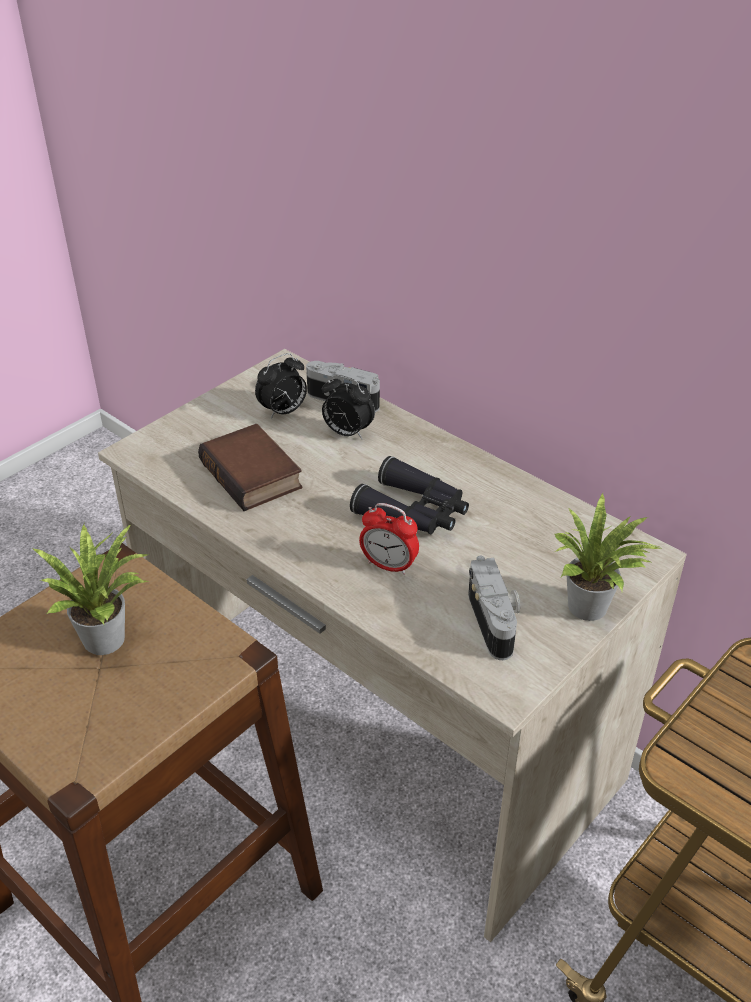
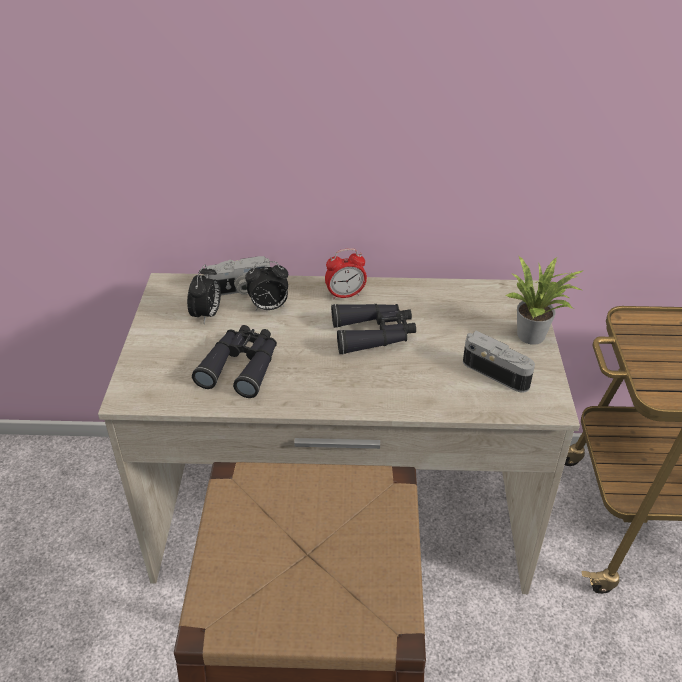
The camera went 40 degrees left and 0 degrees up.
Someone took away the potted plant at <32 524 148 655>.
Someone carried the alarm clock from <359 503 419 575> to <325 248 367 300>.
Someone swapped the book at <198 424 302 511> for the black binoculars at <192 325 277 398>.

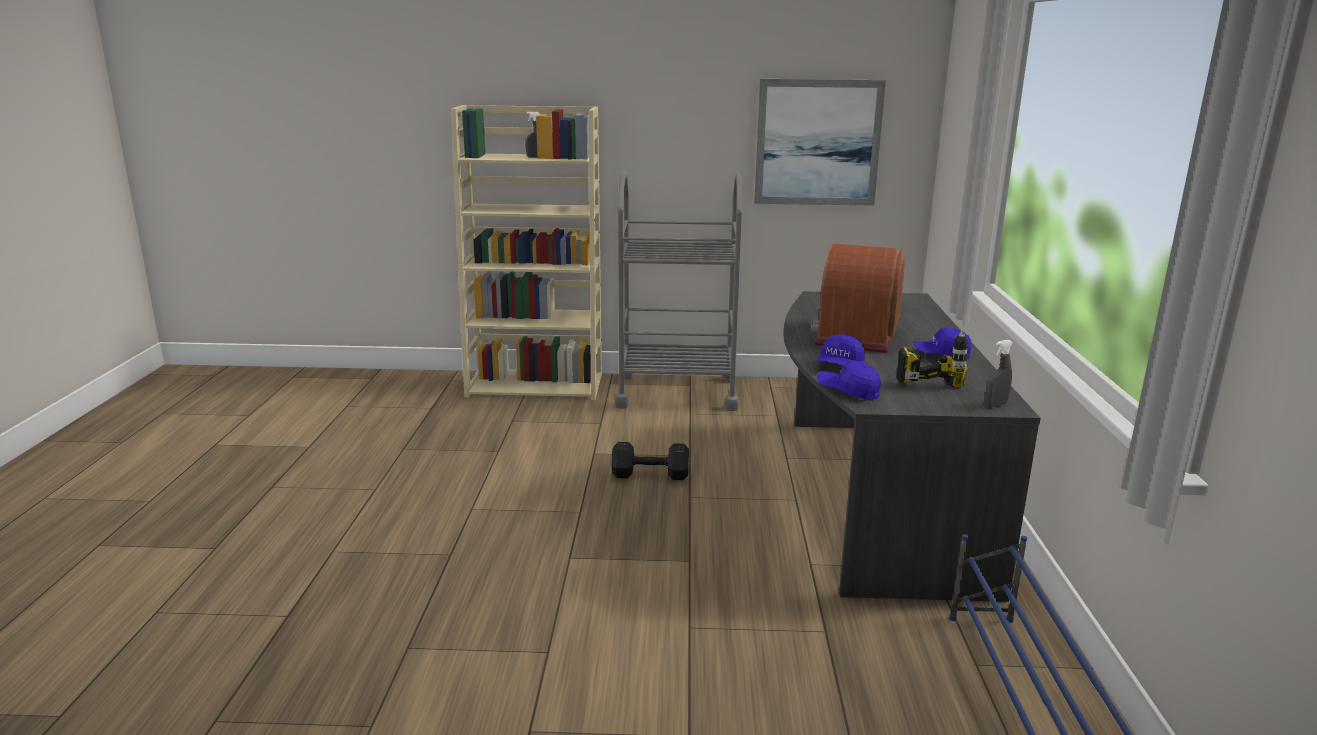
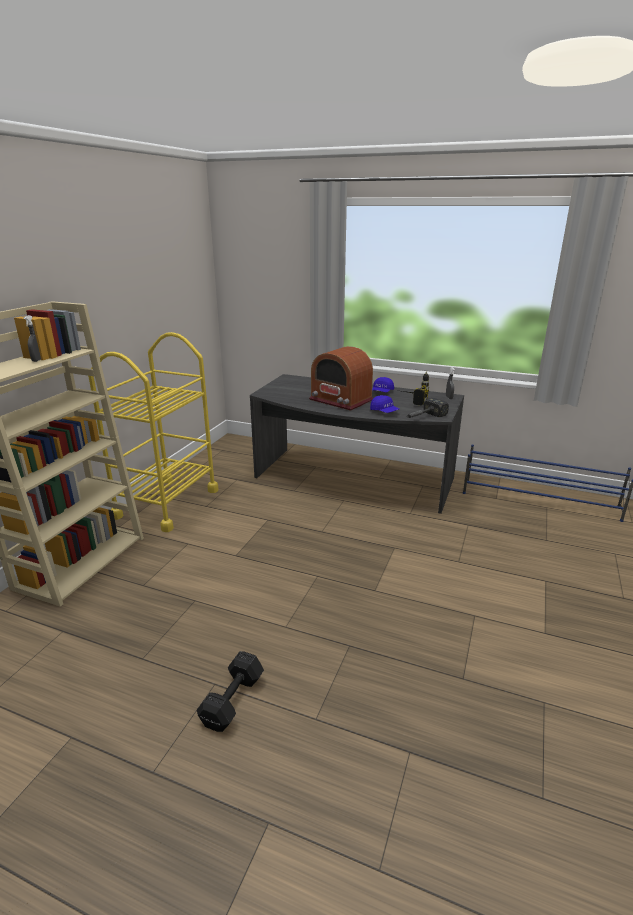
The camera went 70 degrees left and 5 degrees up.
Someone took away the picture at <754 79 886 206>.
Someone carried the black dumbbell from <612 442 689 480> to <197 651 264 732>.
Someone swapped the blue cap at <817 361 881 400> for the hammer at <407 398 449 418>.
Someone repainted the grey cart at <614 172 742 411>, which became the yellow cart at <88 332 219 532>.

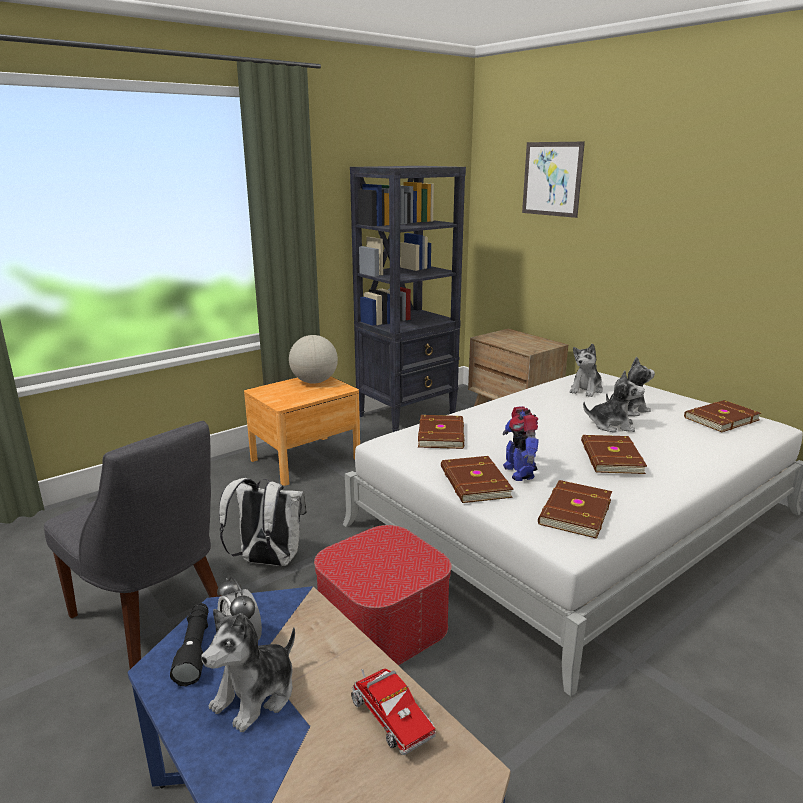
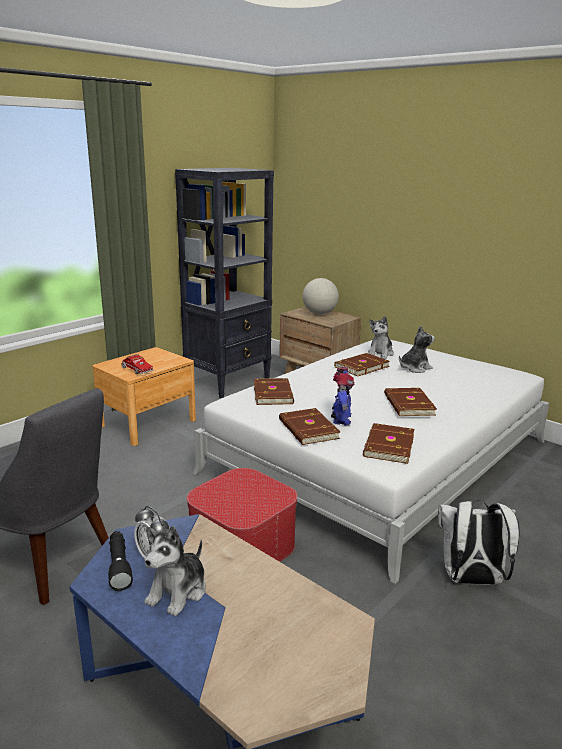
The camera went 10 degrees left and 0 degrees up.
Someone took away the picture at <522 142 585 218>.
Someone took away the plush toy at <583 371 645 433>.
Someone carried the white backpack from <219 478 307 566> to <438 500 520 585>.
Someone carried the globe from <289 335 338 384> to <303 278 339 315>.
Someone carried the toy truck from <351 669 436 755> to <121 354 153 374>.
Someone carried the brown book from <684 400 761 432> to <334 353 390 376>.
Someone rotated the toy robot at <503 406 539 481> by 150 degrees counterclockwise.

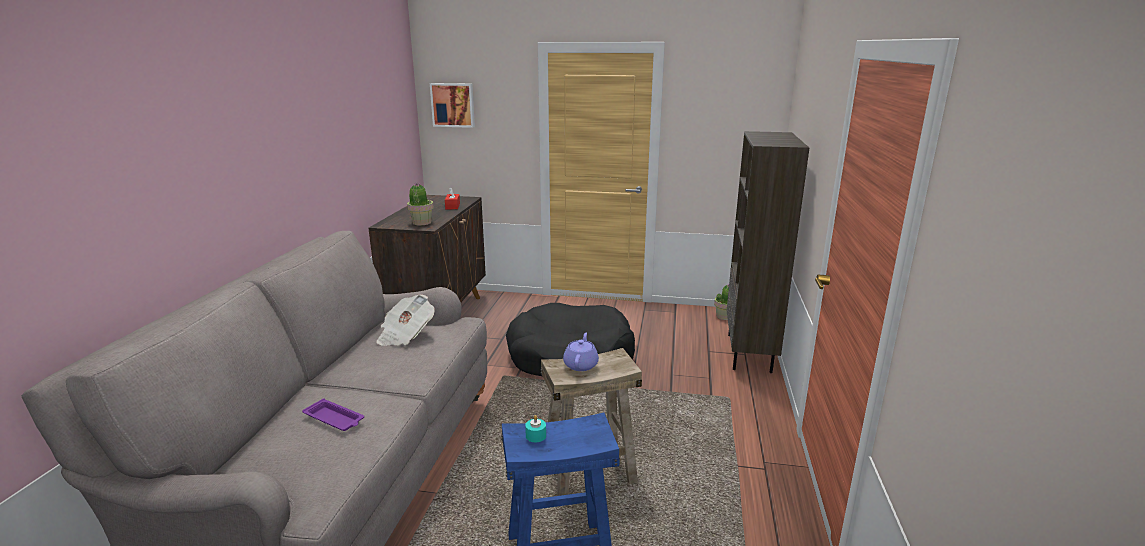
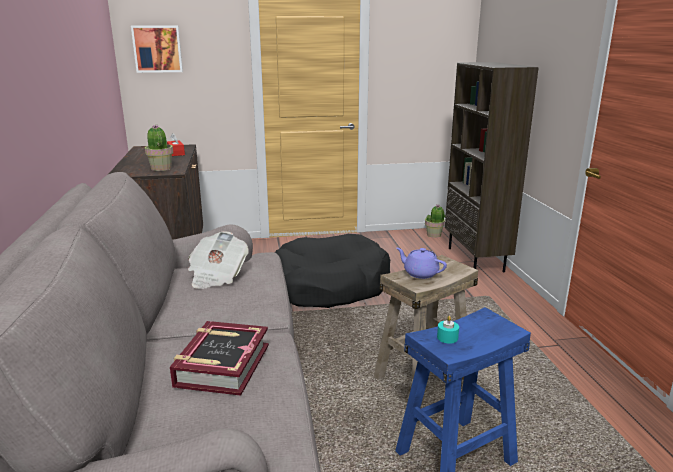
The camera went 20 degrees left and 0 degrees up.
Someone swapped the purple tray at <302 398 364 431> for the book at <170 321 269 396>.
Someone rotated the purple teapot at <563 333 599 371> by 45 degrees counterclockwise.

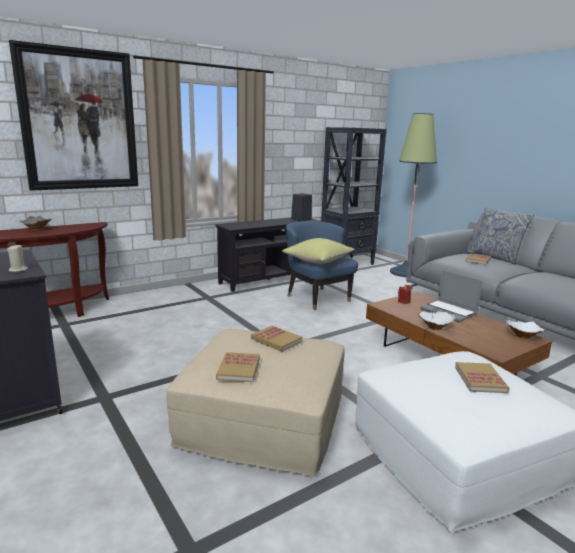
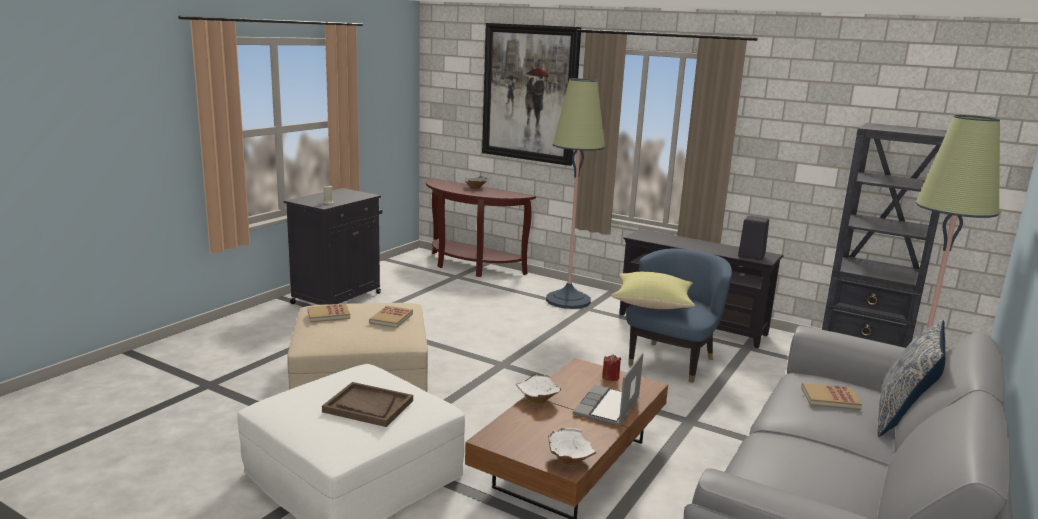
The camera went 65 degrees right and 0 degrees up.
Someone put down the floor lamp at <546 78 605 309>.
Someone swapped the book at <455 362 510 393> for the brown tray at <322 382 413 427>.

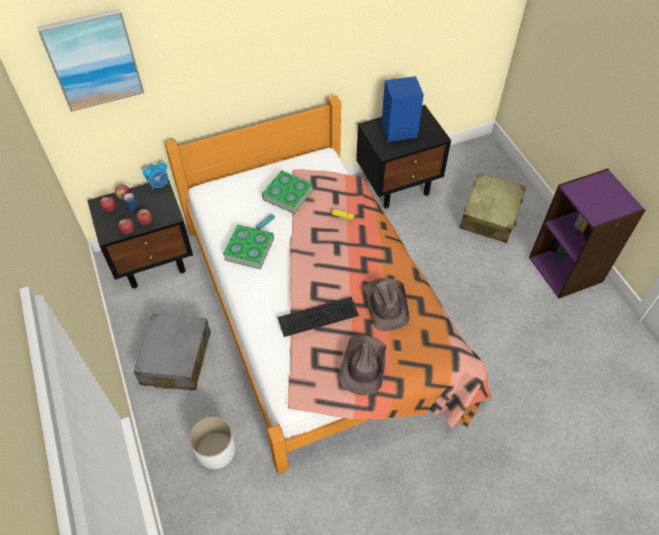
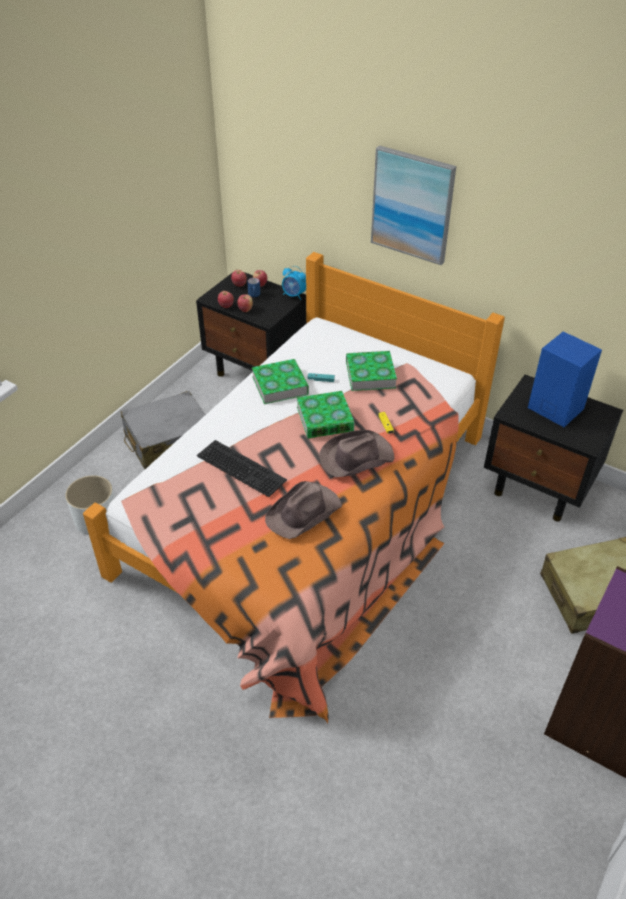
The camera went 55 degrees right and 10 degrees down.
Someone put down the book at <297 391 355 439>.
Someone carried the picture from <37 8 144 111> to <371 145 456 265>.
Someone carried the brown hat from <339 335 386 395> to <319 430 394 477>.

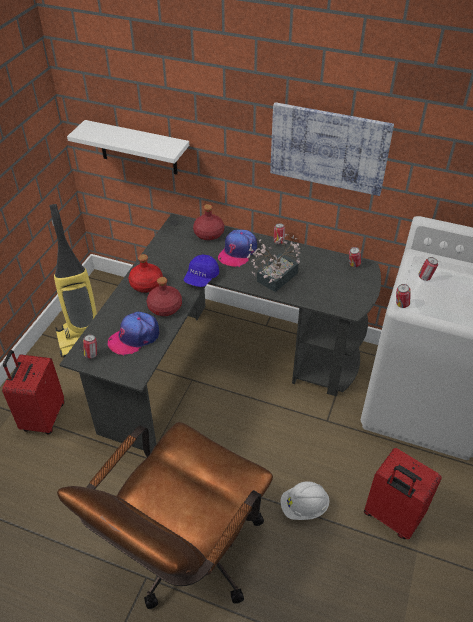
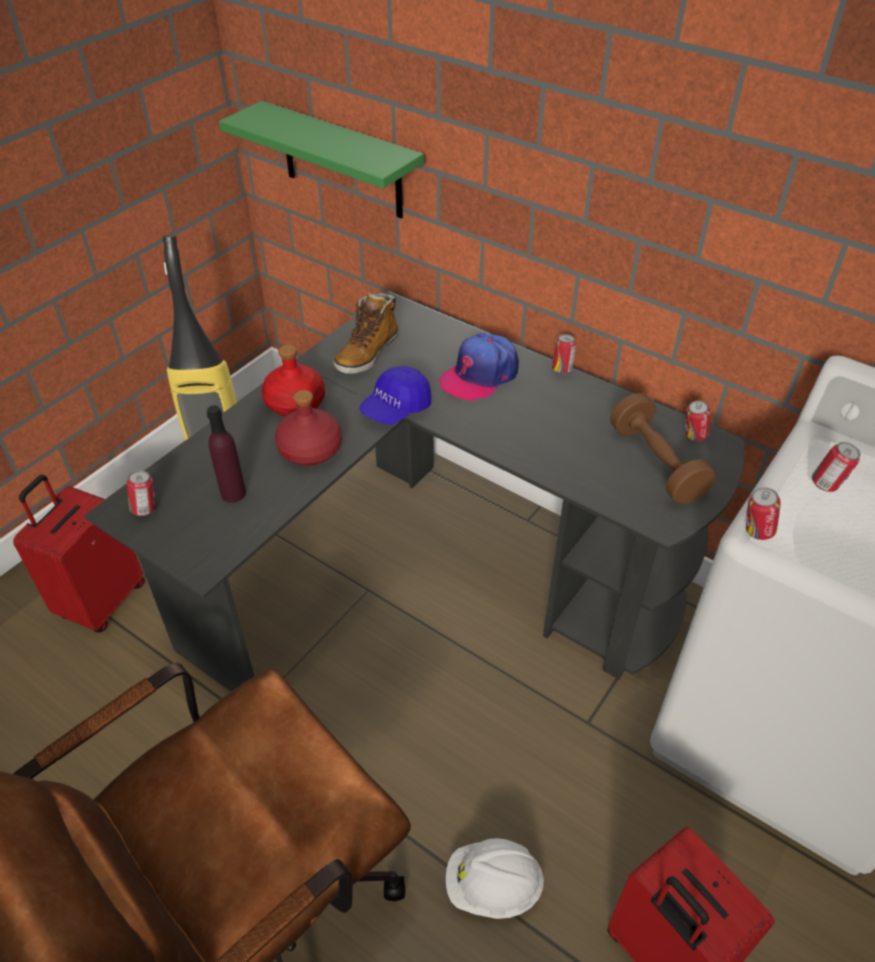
The camera went 15 degrees right and 0 degrees up.
Someone took away the red bottle at <193 204 224 240>.
Someone took away the potted plant at <247 234 300 292>.
Someone took away the picture at <270 102 394 196>.
Someone put down the boot at <334 293 398 374>.
Someone put down the brown dumbbell at <610 393 715 504>.
Someone swapped the cap at <107 312 159 356> for the purple bottle at <207 405 246 503>.
Someone repainted the white shelf at <67 120 189 175>, which became the green shelf at <219 101 424 219>.

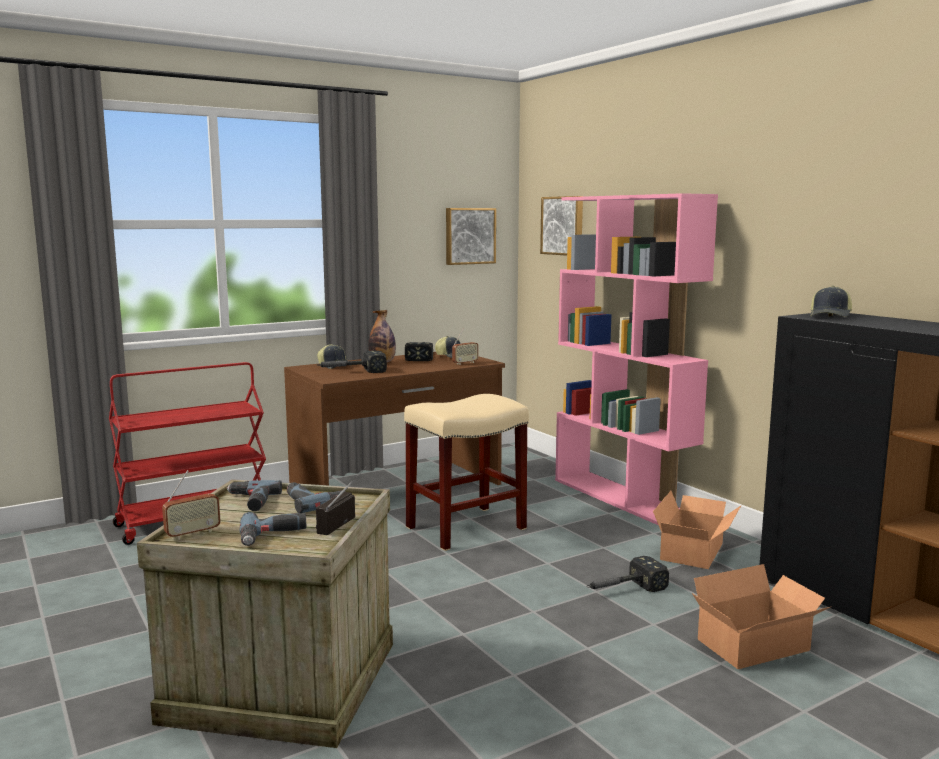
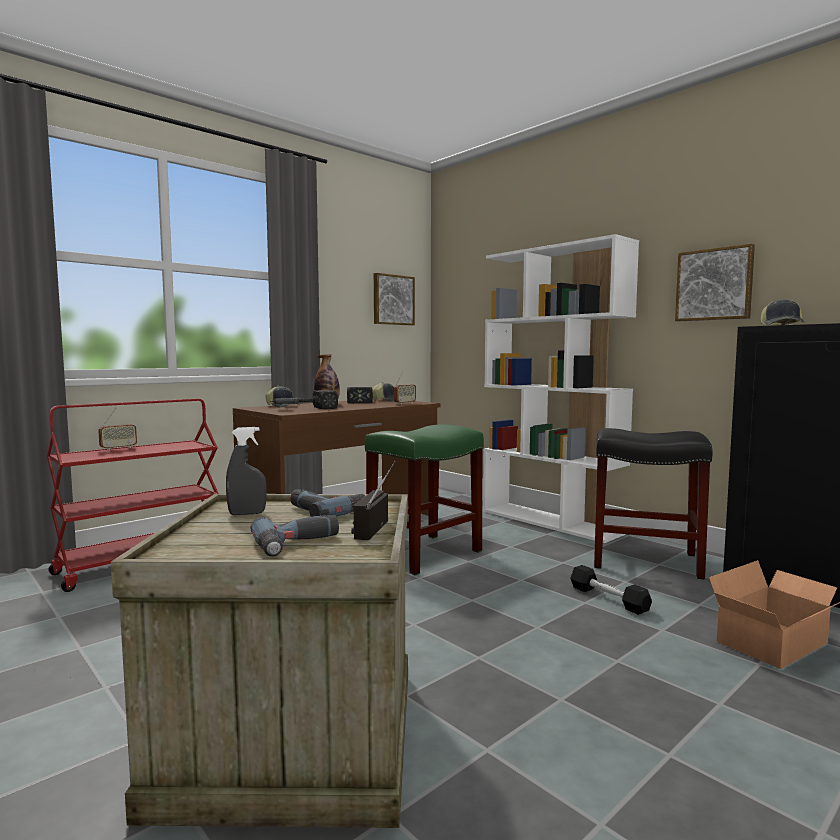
The camera went 10 degrees left and 5 degrees down.
Someone carried the radio from <162 470 221 539> to <98 408 137 450>.
Someone carried the picture from <540 196 583 256> to <675 244 755 321>.
Someone swapped the power drill at <227 480 282 511> for the grey spray bottle at <226 427 267 515>.
Someone swapped the hammer at <586 556 669 592> for the black dumbbell at <570 565 652 615>.
Someone swapped the cardboard box at <653 491 741 569> for the black stool at <594 428 712 579>.
Someone repainted the beige stool at <404 394 529 551>, which became the green stool at <365 424 484 575>.
Someone repainted the pink bookcase at <555 193 718 525>, which became the white bookcase at <483 234 639 543>.

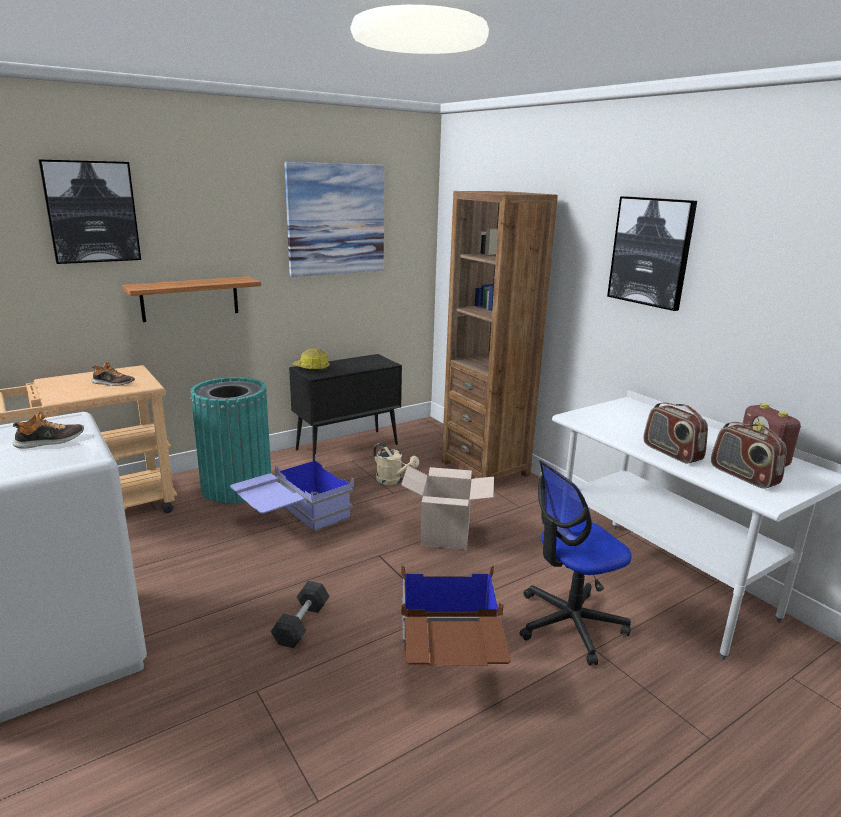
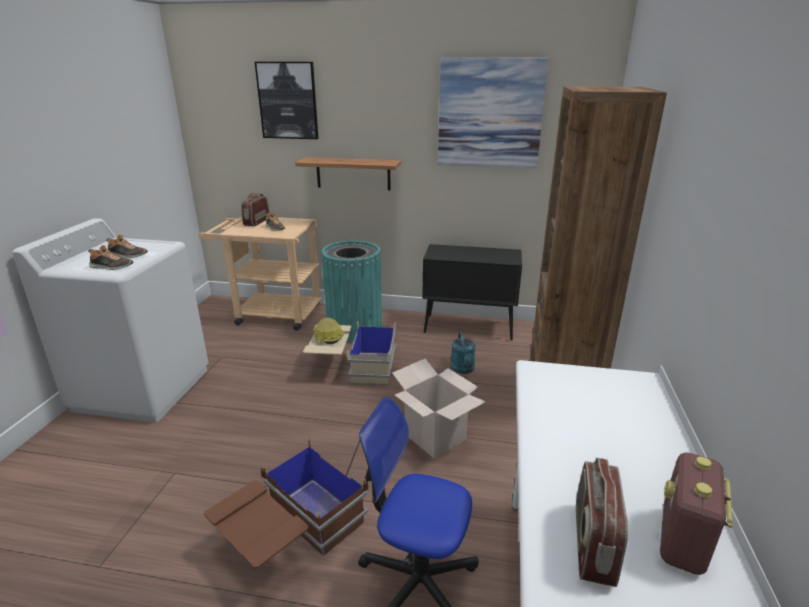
The camera went 45 degrees right and 5 degrees up.
Someone took away the grey dumbbell at <270 581 330 648>.
Someone took away the picture at <607 196 697 311>.
Someone put down the shoe at <88 245 133 270>.
Someone carried the hard hat from <292 348 330 371> to <314 318 344 344>.
Someone carried the radio from <644 402 708 464> to <241 193 270 226>.
Someone repainted the blue storage box at <230 454 354 532>, which became the beige storage box at <303 321 396 386>.
Someone repainted the beige watering can at <373 443 419 485>, which became the turquoise watering can at <451 332 476 374>.

